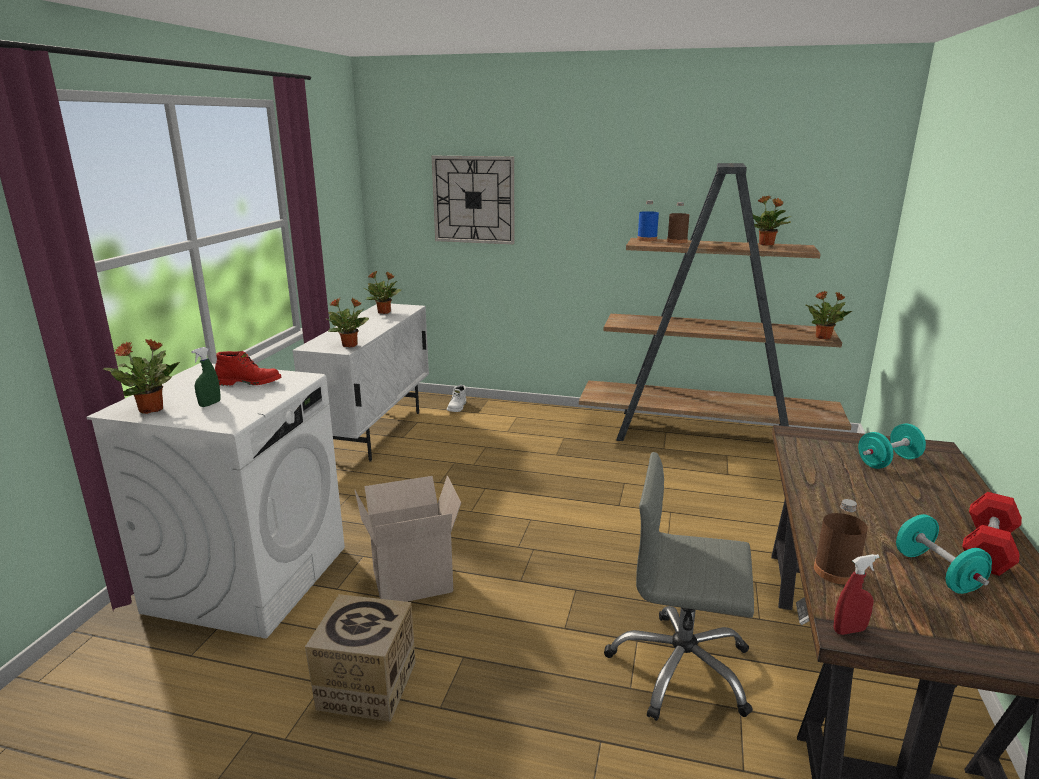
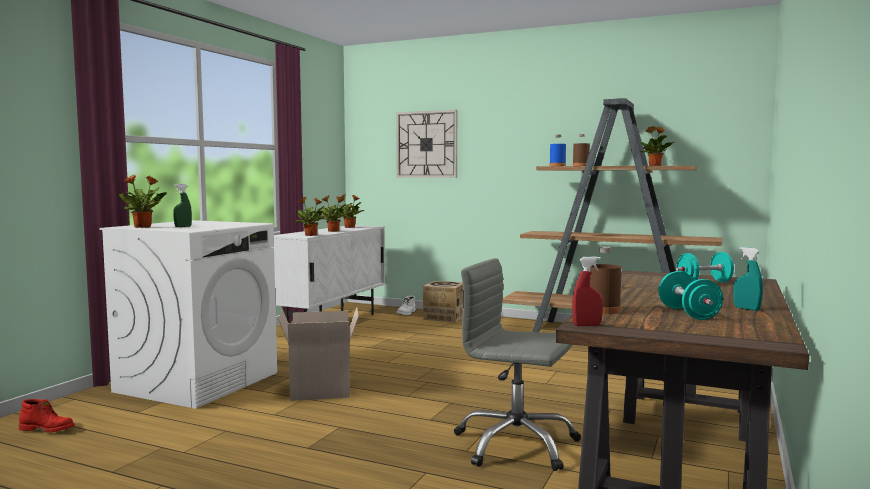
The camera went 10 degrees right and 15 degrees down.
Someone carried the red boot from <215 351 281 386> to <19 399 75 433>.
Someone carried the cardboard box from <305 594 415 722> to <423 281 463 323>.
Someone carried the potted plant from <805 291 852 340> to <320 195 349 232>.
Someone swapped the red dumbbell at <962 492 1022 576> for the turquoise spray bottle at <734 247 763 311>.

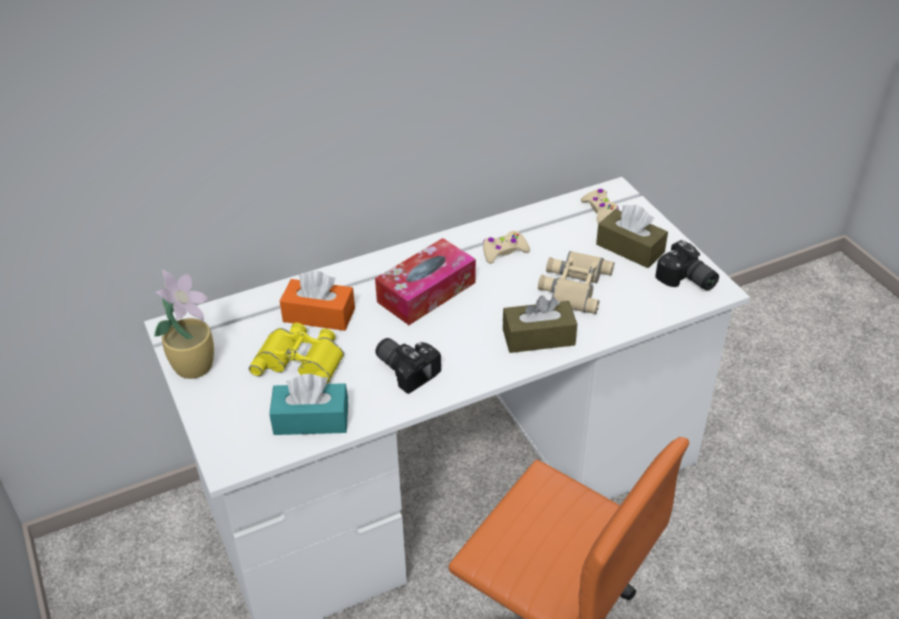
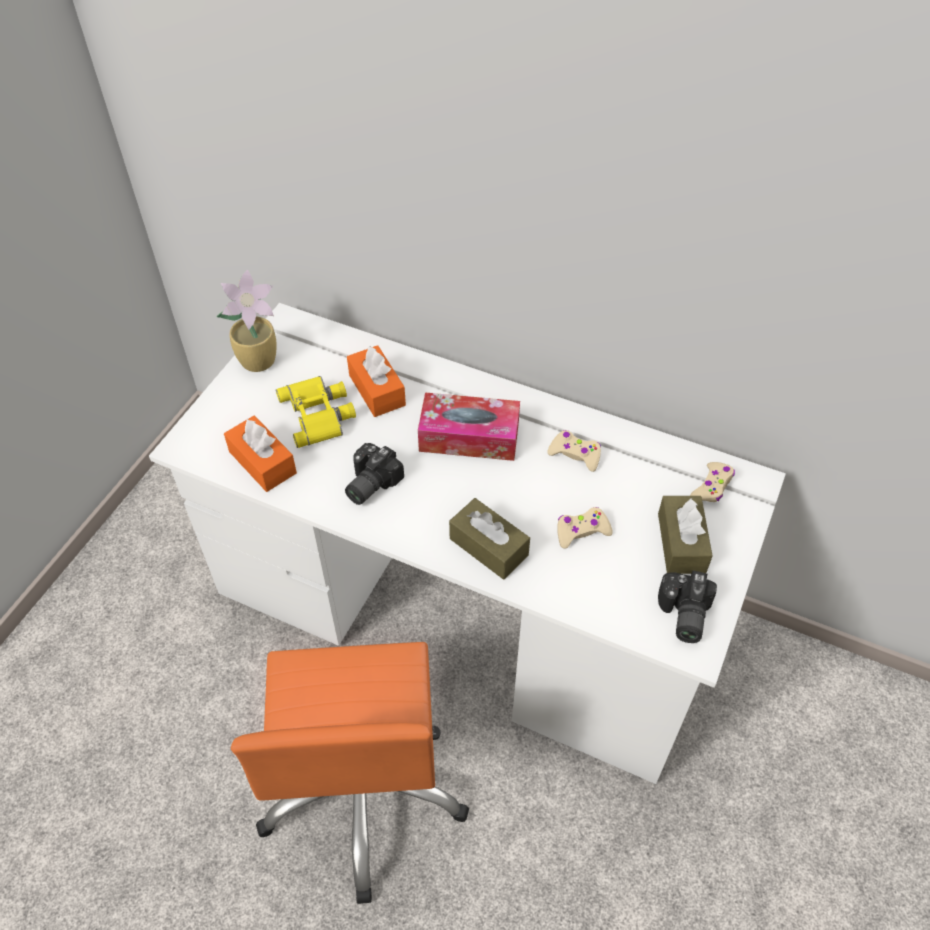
The camera went 50 degrees right and 10 degrees up.
Someone swapped the beige binoculars at <538 251 614 314> for the beige game controller at <557 507 613 549>.
Someone repainted the turquoise tissue box at <269 374 348 435>, which became the orange tissue box at <224 416 297 492>.
Someone rotated the photo camera at <375 338 441 394> by 150 degrees counterclockwise.

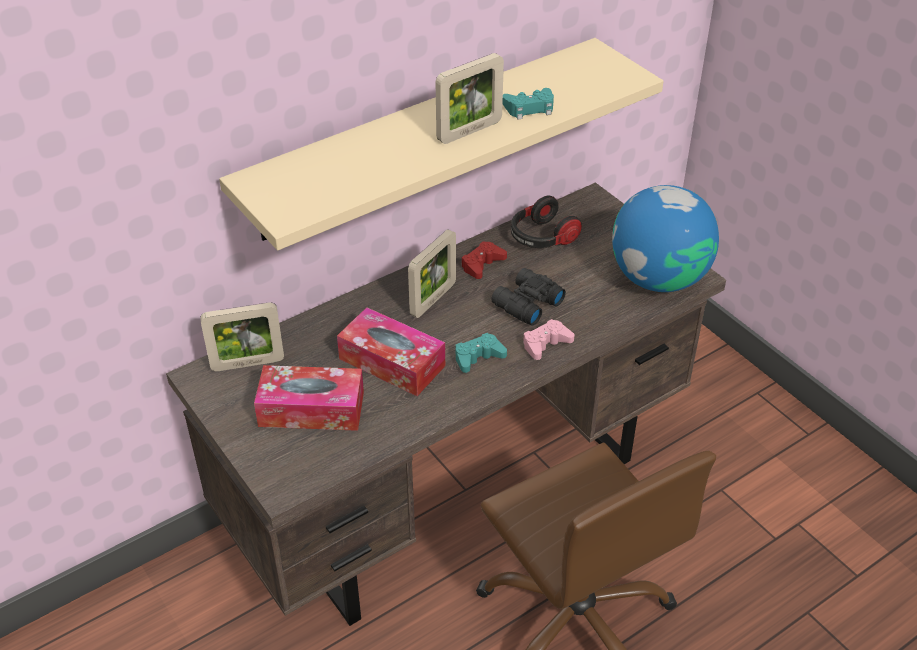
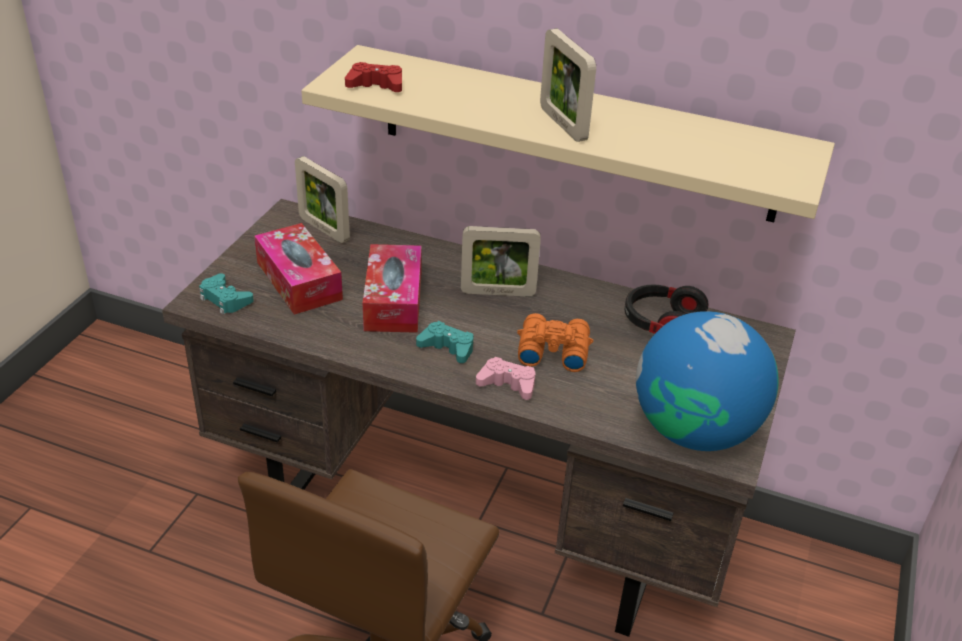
The camera went 55 degrees right and 5 degrees down.
Someone carried the red game controller from <461 241 507 279> to <345 62 402 92>.
Someone carried the turquoise game controller from <502 88 554 120> to <199 273 254 315>.
Someone repainted the black binoculars at <491 268 566 326>, which became the orange binoculars at <517 313 593 372>.
Someone rotated the picture frame at <436 53 504 144> by 45 degrees clockwise.

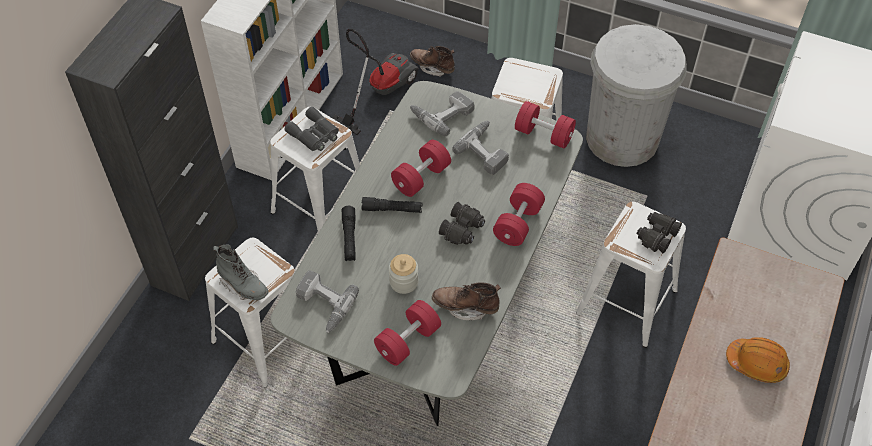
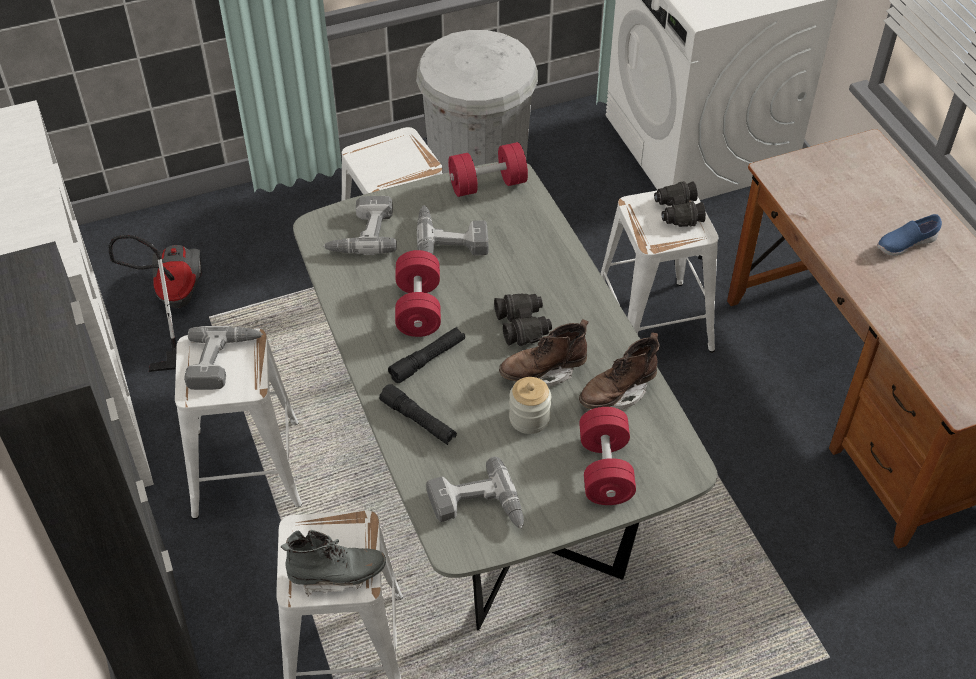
The camera went 45 degrees left and 5 degrees down.
Someone took away the red dumbbell at <493 183 545 246>.
Someone carried the brown boot from <410 46 455 77> to <499 319 589 387>.
Someone swapped the grey binoculars at <285 107 339 151> for the power drill at <184 326 263 390>.
Someone swapped the orange hard hat at <726 337 790 383> for the blue shoe at <877 214 942 256>.

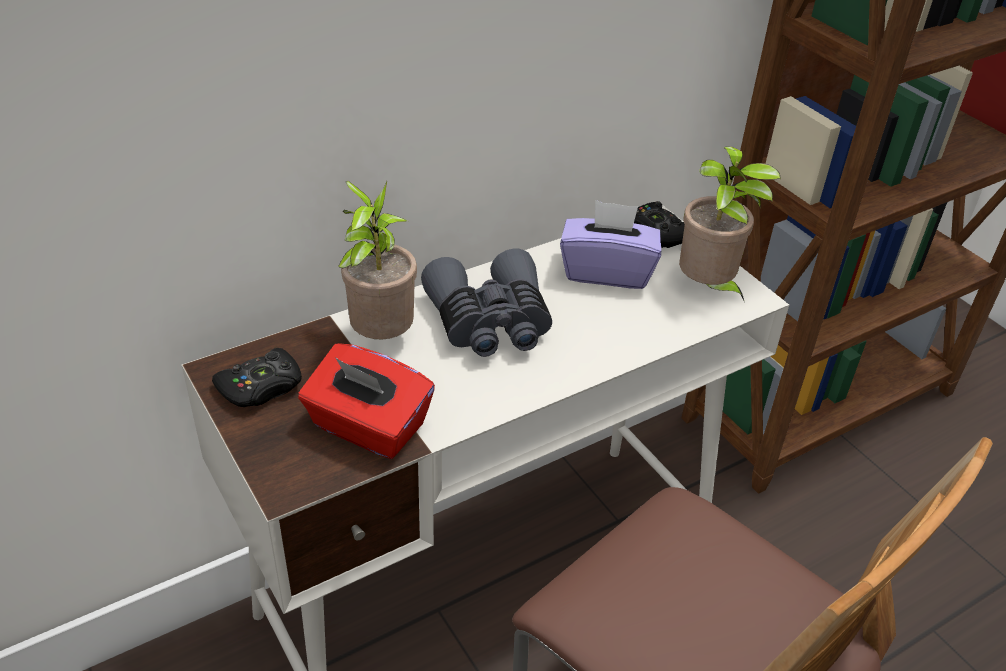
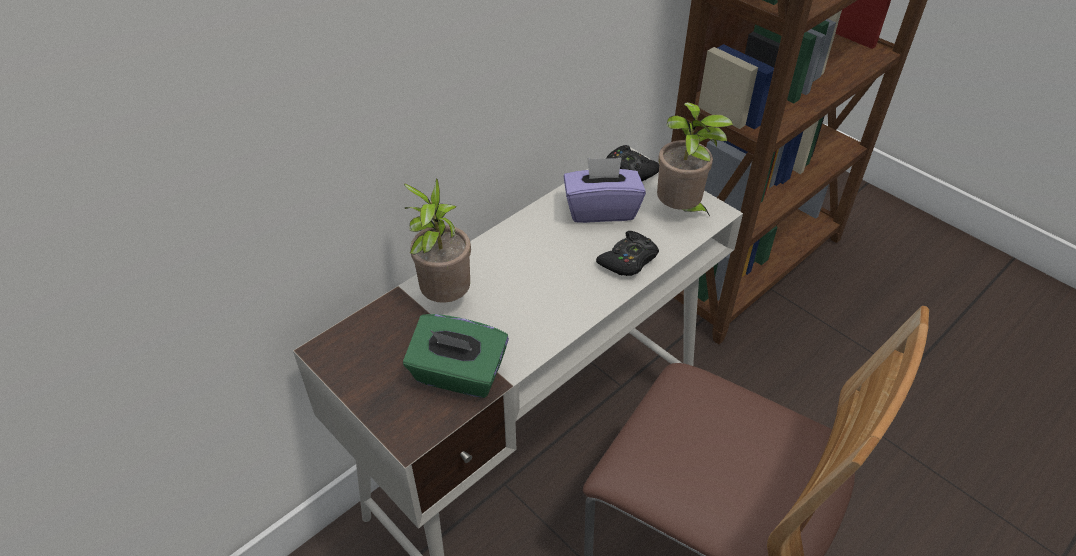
The camera went 10 degrees left and 5 degrees up.
Someone took away the grey binoculars at <421 249 552 357>.
Someone carried the black game controller from <212 348 302 407> to <596 231 659 276>.
Someone repainted the red tissue box at <298 343 435 459>, which became the green tissue box at <403 314 509 398>.

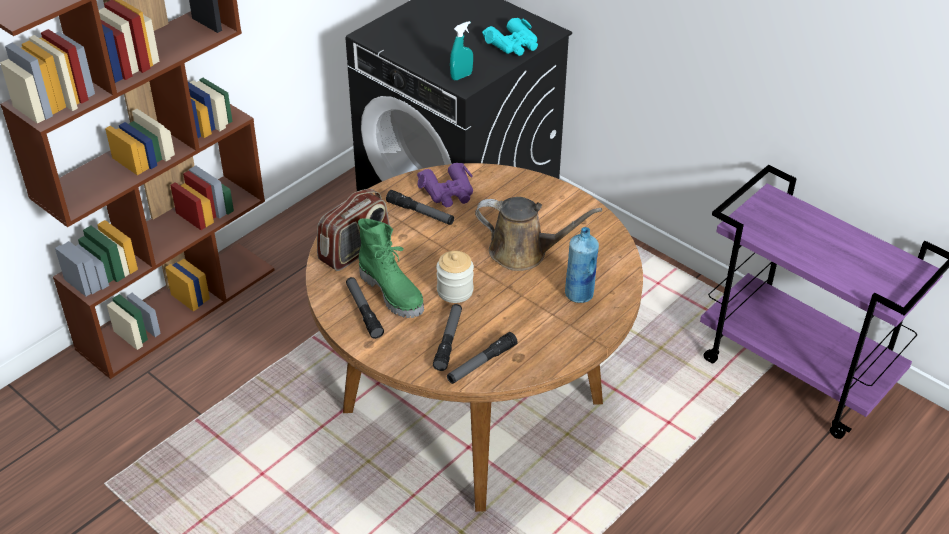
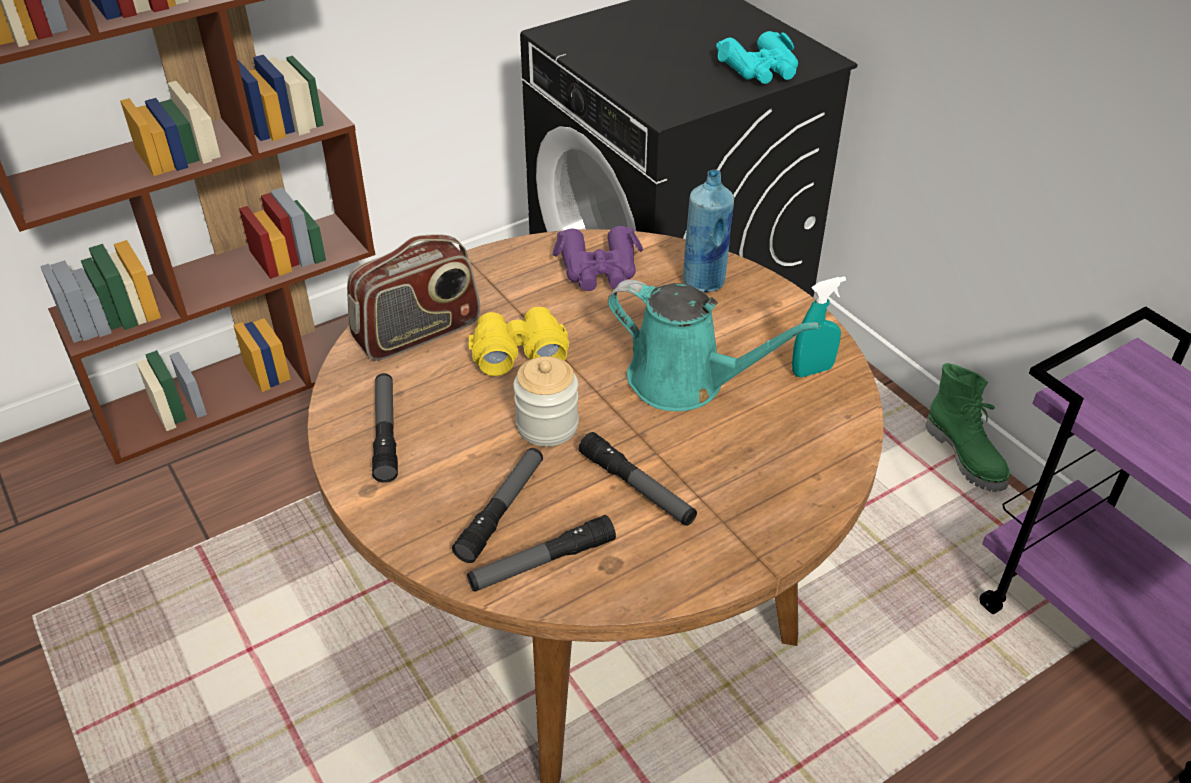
The camera went 15 degrees right and 0 degrees up.
Someone put down the yellow binoculars at <469 307 569 376>.
Someone carried the green boot from <358 218 424 318> to <926 363 1010 492>.
Someone carried the flashlight from <386 190 454 225> to <579 432 697 526>.
Someone carried the turquoise spray bottle from <450 21 473 80> to <792 276 846 377>.
Someone carried the blue bottle from <565 227 599 303> to <683 170 734 292>.
Someone repainted the brown watering can at <475 197 602 271>, which became the turquoise watering can at <608 280 821 411>.

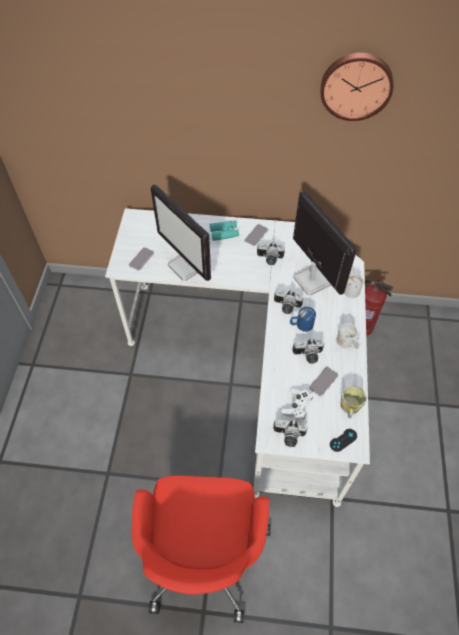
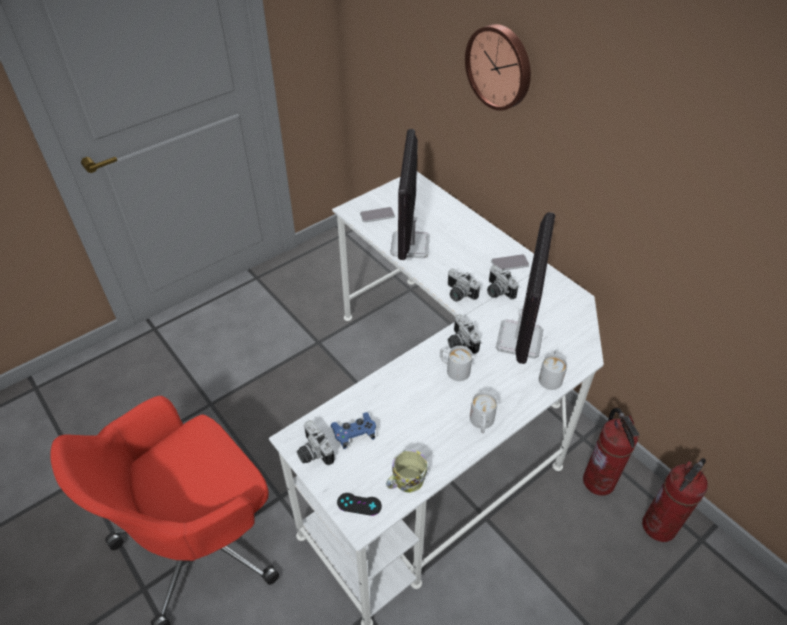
The camera went 45 degrees right and 10 degrees down.
Someone took away the turquoise binoculars at <210 221 239 241>.
Someone took away the phone at <309 367 338 396>.
Someone put down the fire extinguisher at <642 458 708 542>.
Someone carried the photo camera from <292 338 324 364> to <448 269 480 301>.
Someone carried the wall clock from <321 53 393 121> to <465 24 531 111>.
Someone repainted the white game controller at <281 388 313 420>, which became the blue game controller at <330 412 376 449>.
Someone repainted the blue mug at <290 307 316 332>, which became the white mug at <440 346 473 381>.

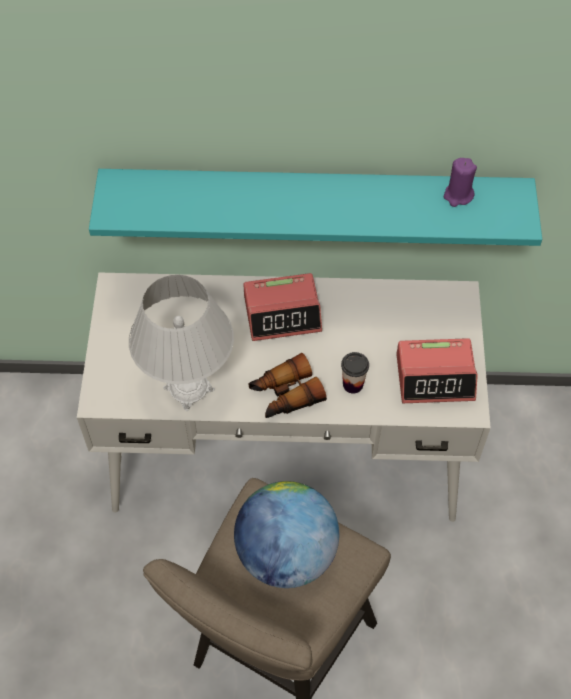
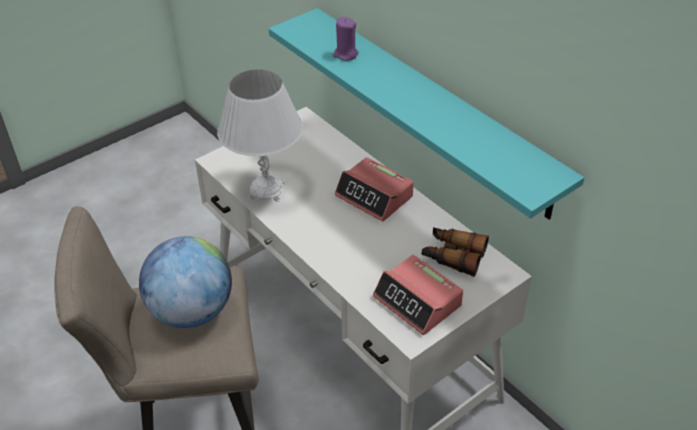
The camera went 50 degrees right and 15 degrees down.
Someone took away the cup at <341 352 369 394>.
Someone carried the binoculars from <249 353 327 418> to <421 227 489 277>.
Someone carried the purple candle from <444 158 477 207> to <333 17 359 61>.

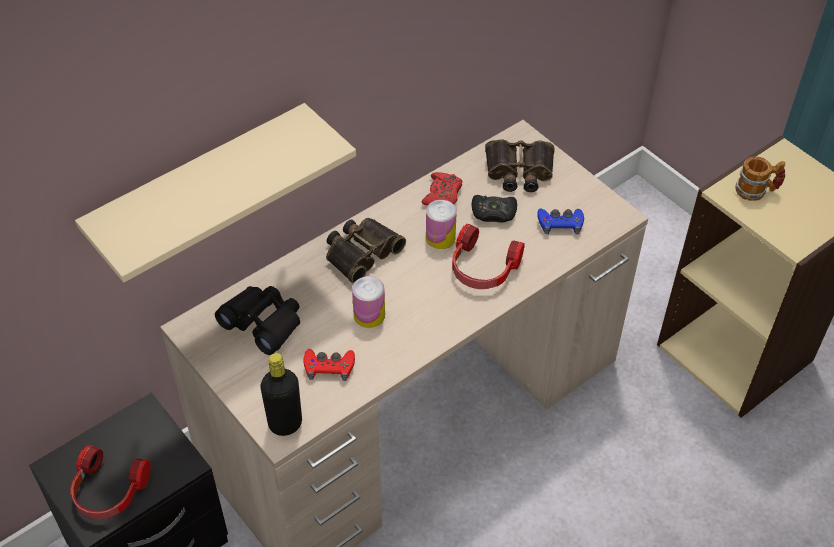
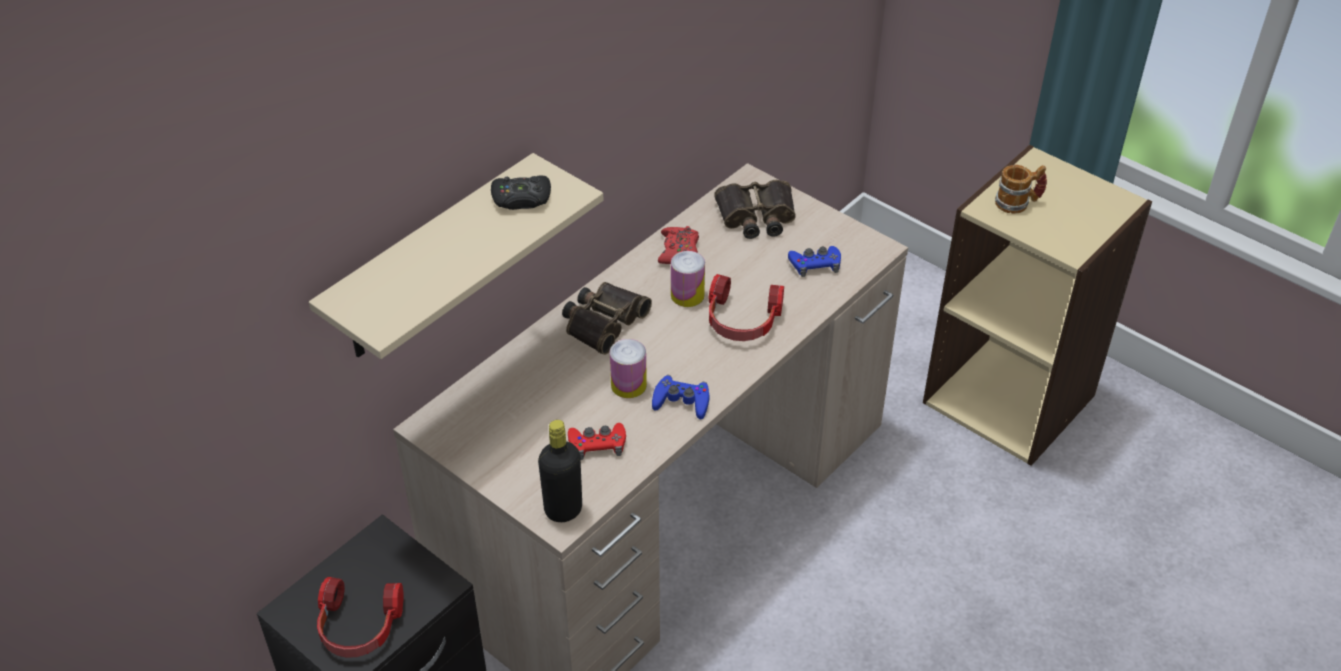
The camera went 10 degrees left and 5 degrees down.
Someone took away the black binoculars at <215 286 300 355>.
Someone put down the blue game controller at <652 375 709 419>.
Someone carried the black game controller from <472 195 517 223> to <491 175 551 210>.

